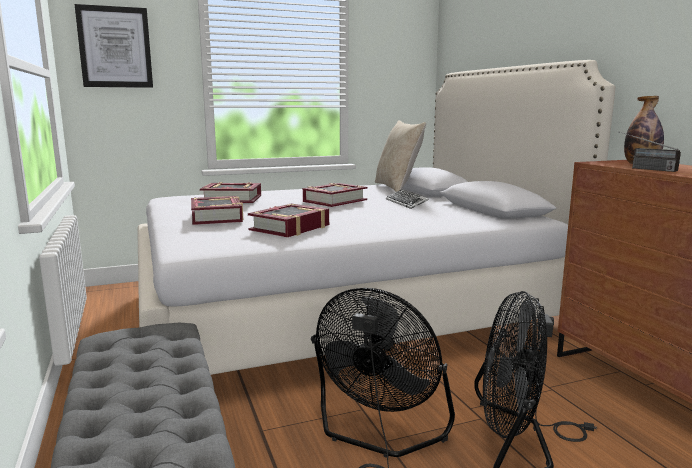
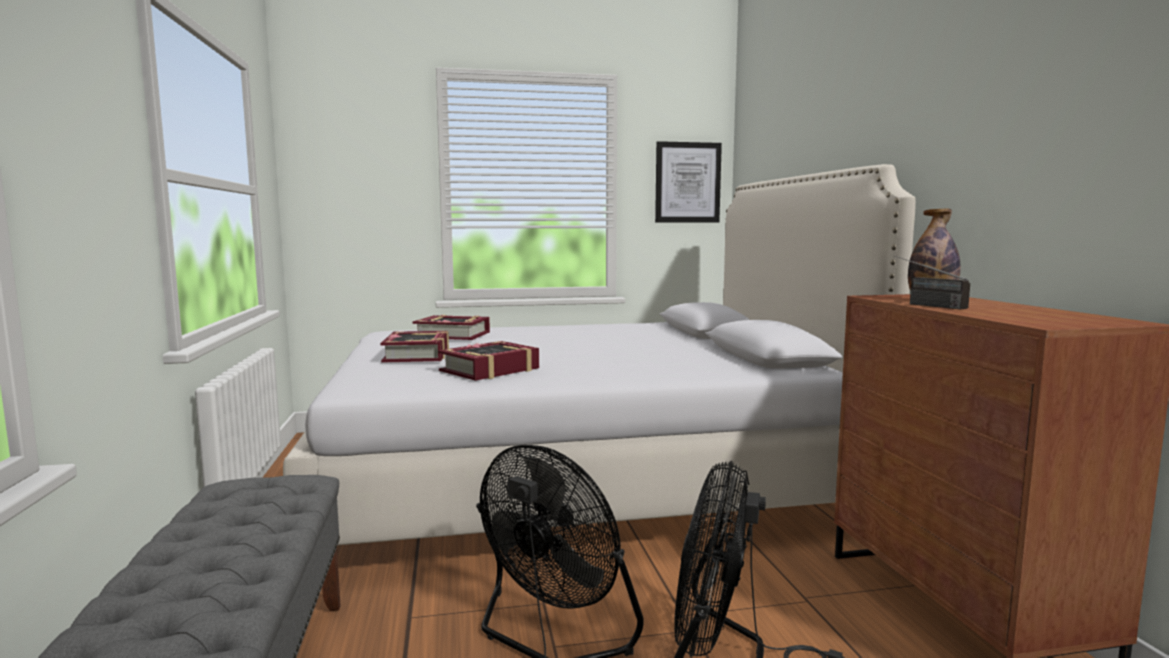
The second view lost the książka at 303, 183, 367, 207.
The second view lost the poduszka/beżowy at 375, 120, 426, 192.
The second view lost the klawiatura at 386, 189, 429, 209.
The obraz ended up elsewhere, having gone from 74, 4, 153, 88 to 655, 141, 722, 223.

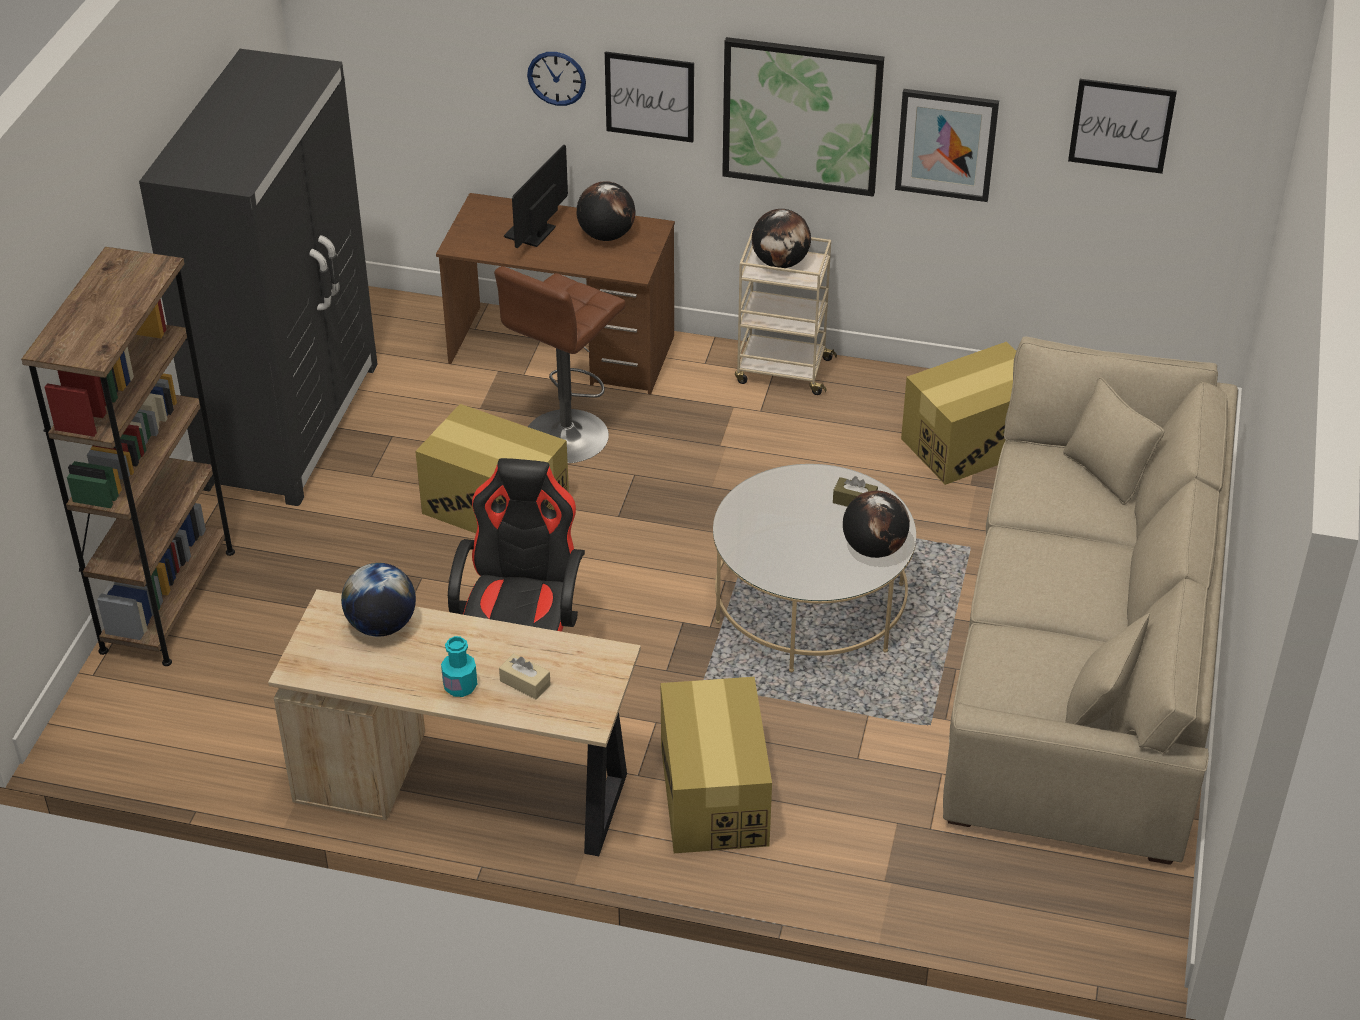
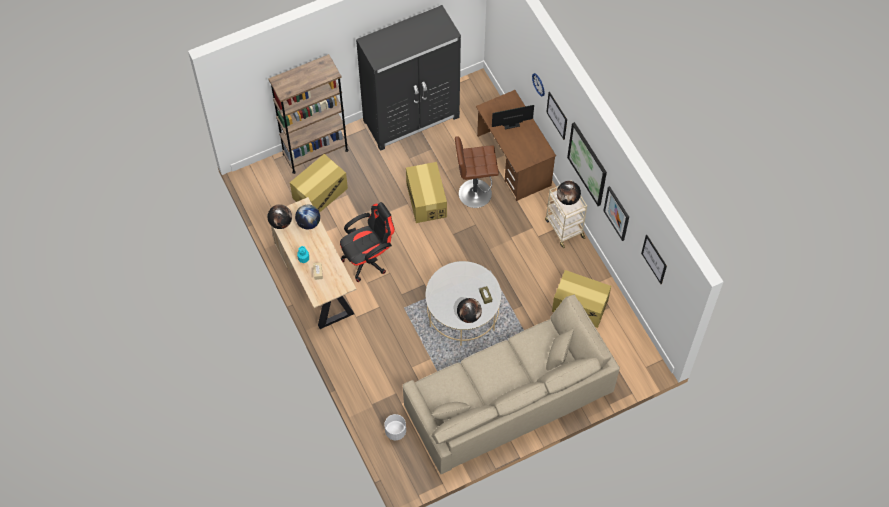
The second view gained the donica/biały at 384, 414, 406, 440.
The globus ended up elsewhere, having gone from 577, 181, 636, 241 to 268, 204, 292, 229.
The karton ended up elsewhere, having gone from 661, 677, 772, 853 to 290, 154, 348, 213.

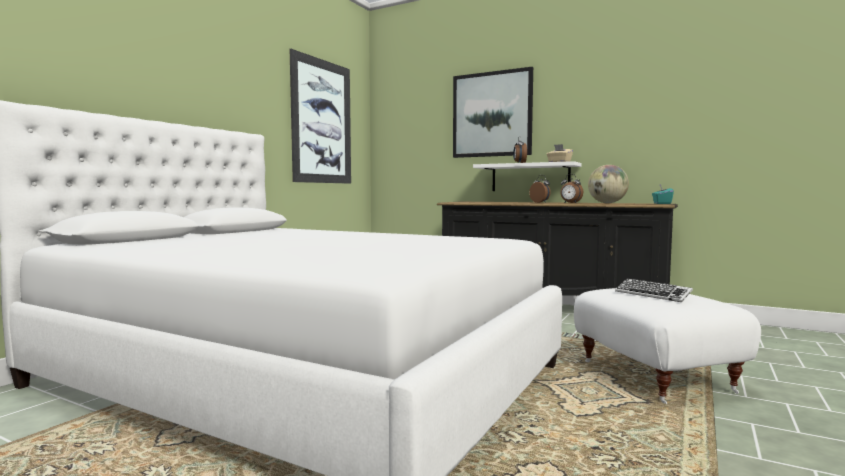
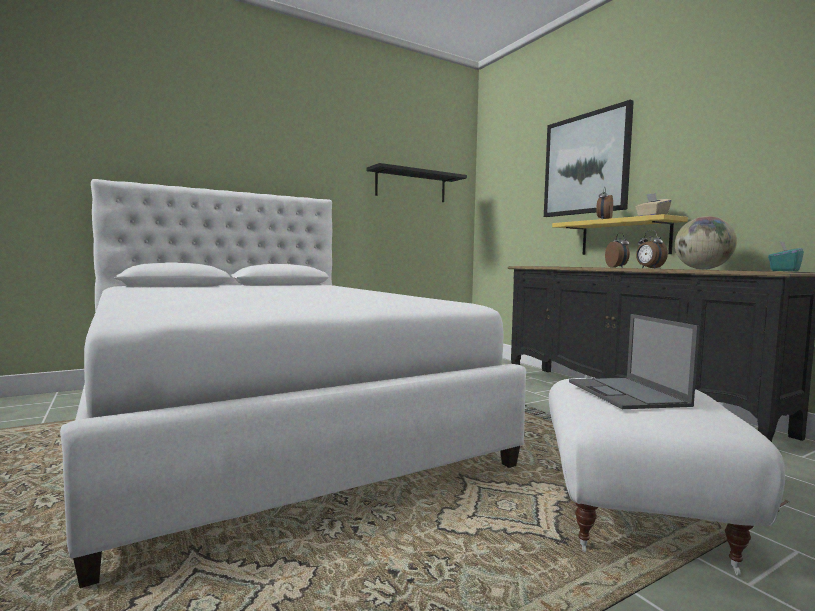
Where the obraz hung at 290, 49, 351, 184, the półka/czarny came to hang at 367, 163, 467, 202.
Where the klawiatura stood at 615, 278, 693, 302, the laptop came to stand at 569, 314, 700, 409.
What was the półka/biały at 473, 161, 582, 191 turned into the półka/żółty at 552, 214, 688, 255.

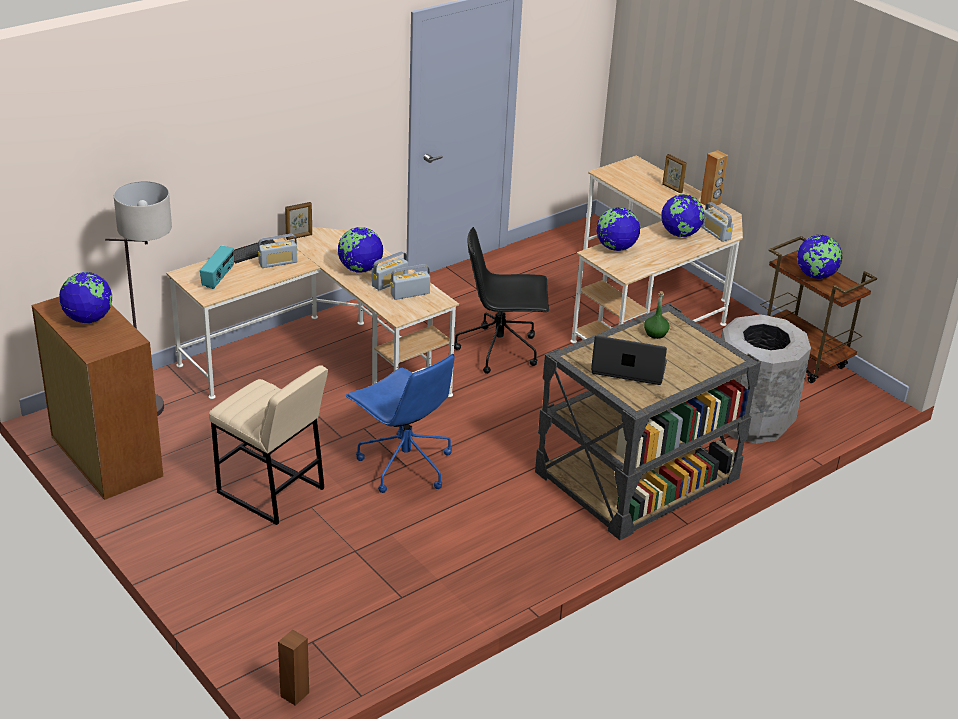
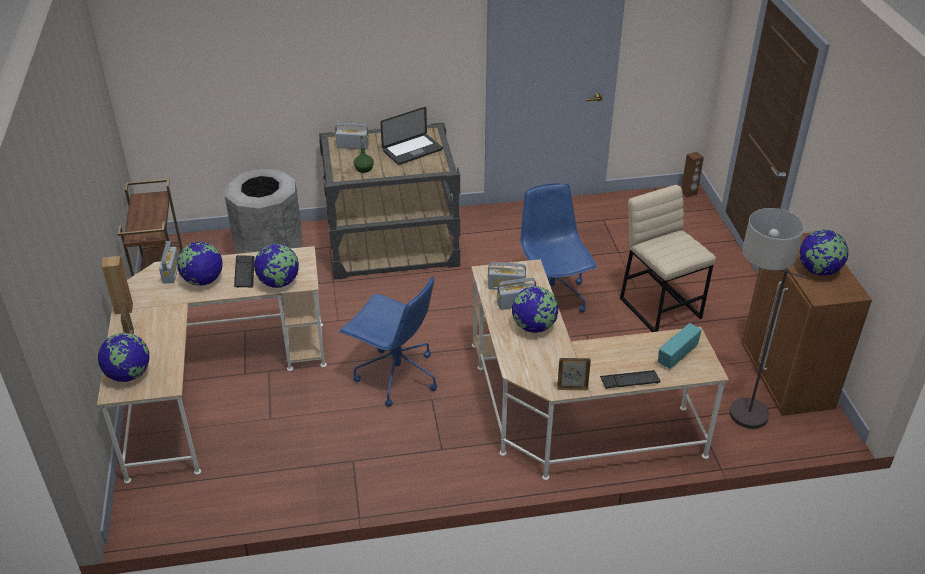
The second view gained the klawiatura at 234, 255, 255, 288.
The radio ended up elsewhere, having gone from 258, 234, 298, 268 to 335, 123, 369, 149.
The globus ended up elsewhere, having gone from 797, 235, 843, 279 to 98, 333, 149, 382.
What was the krzesło biurowe/czarny at 454, 227, 549, 374 turned into the krzesło biurowe/niebieski at 339, 276, 437, 407.
The laptop at 591, 336, 667, 385 ended up facing another way, 75 degrees counterclockwise from before.

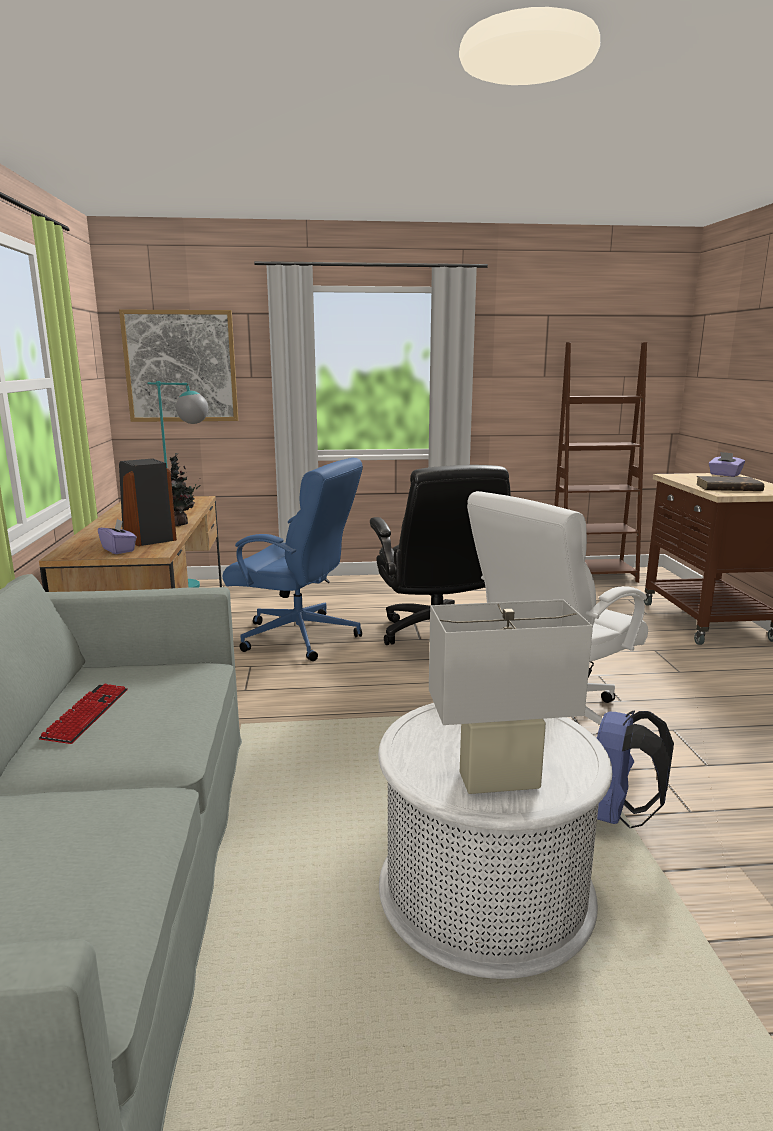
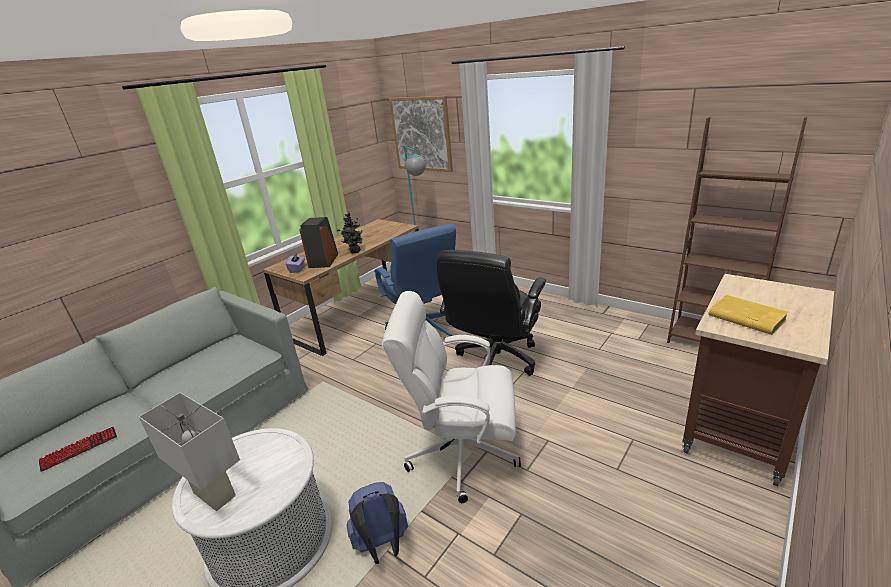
The second view lost the pudełko chusteczek/fioletowy at 709, 452, 745, 477.
The klawiatura ended up elsewhere, having gone from 39, 684, 127, 744 to 39, 427, 117, 472.
What was the książka/brązowy at 696, 476, 764, 491 turned into the książka/żółty at 708, 295, 789, 335.

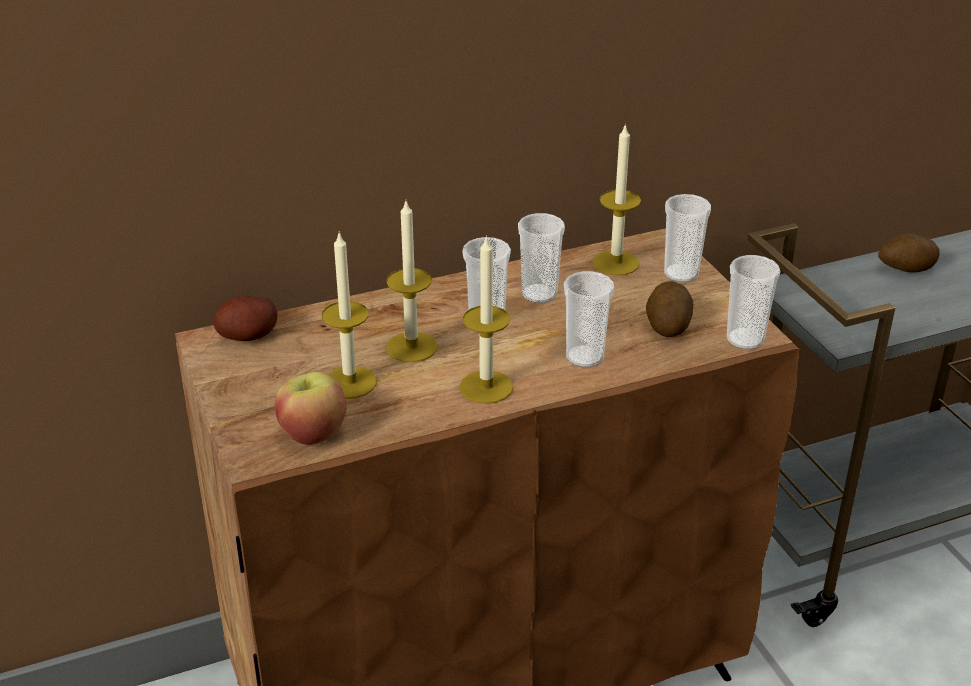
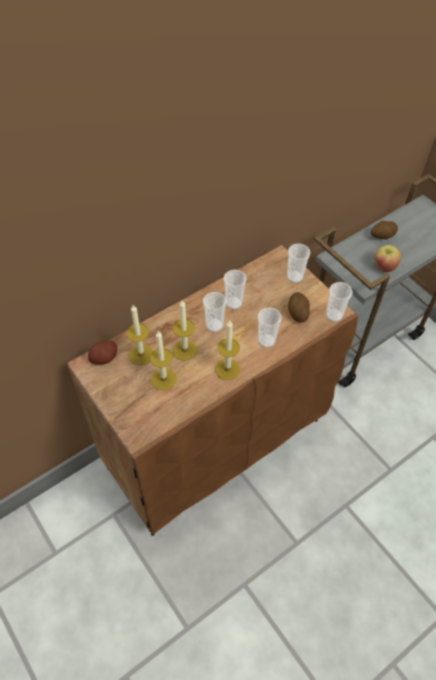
The jabłko ended up elsewhere, having gone from 275, 372, 347, 445 to 374, 245, 401, 272.
The świeca ended up elsewhere, having gone from 593, 123, 641, 276 to 127, 305, 153, 365.

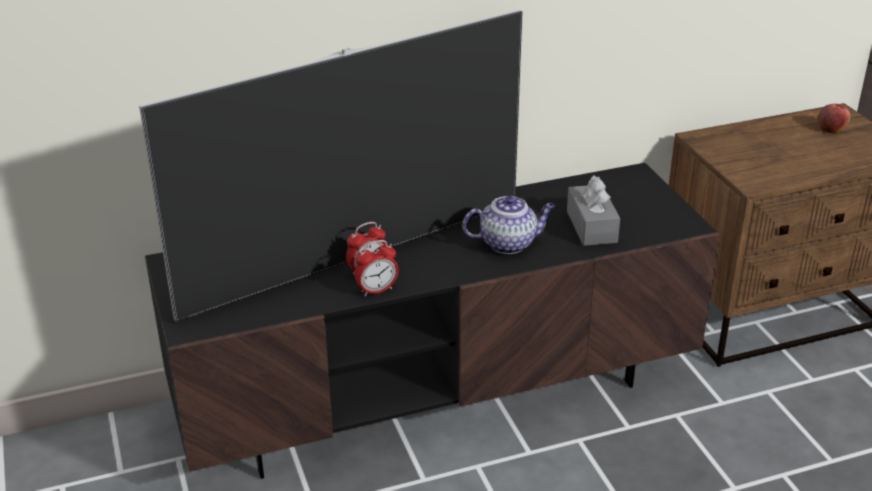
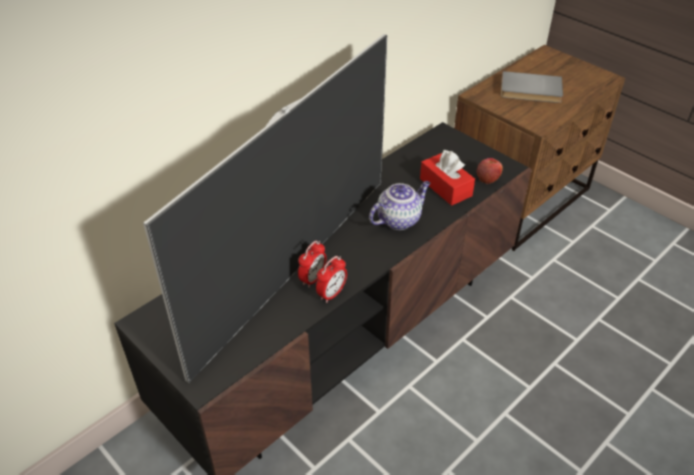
The second view gained the książka/szary at 501, 71, 563, 103.
The jabłko ended up elsewhere, having gone from 818, 104, 850, 133 to 476, 158, 503, 184.
What was the pudełko chusteczek/szary at 567, 175, 620, 246 turned into the pudełko chusteczek/czerwony at 420, 150, 475, 206.

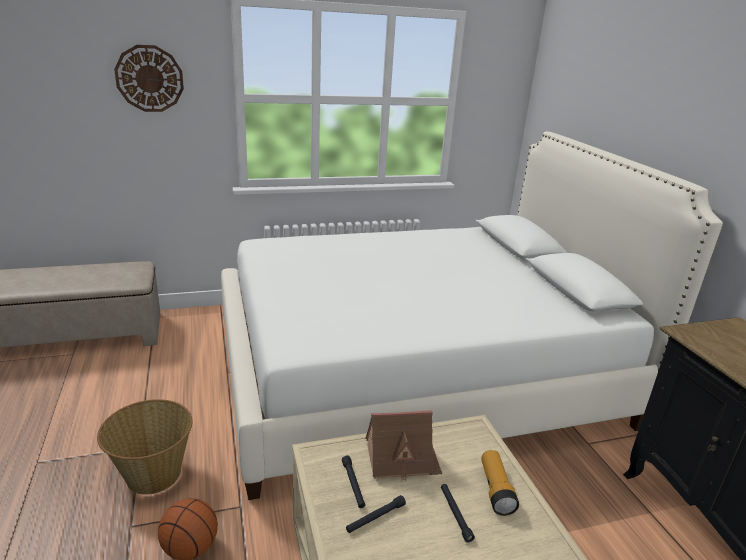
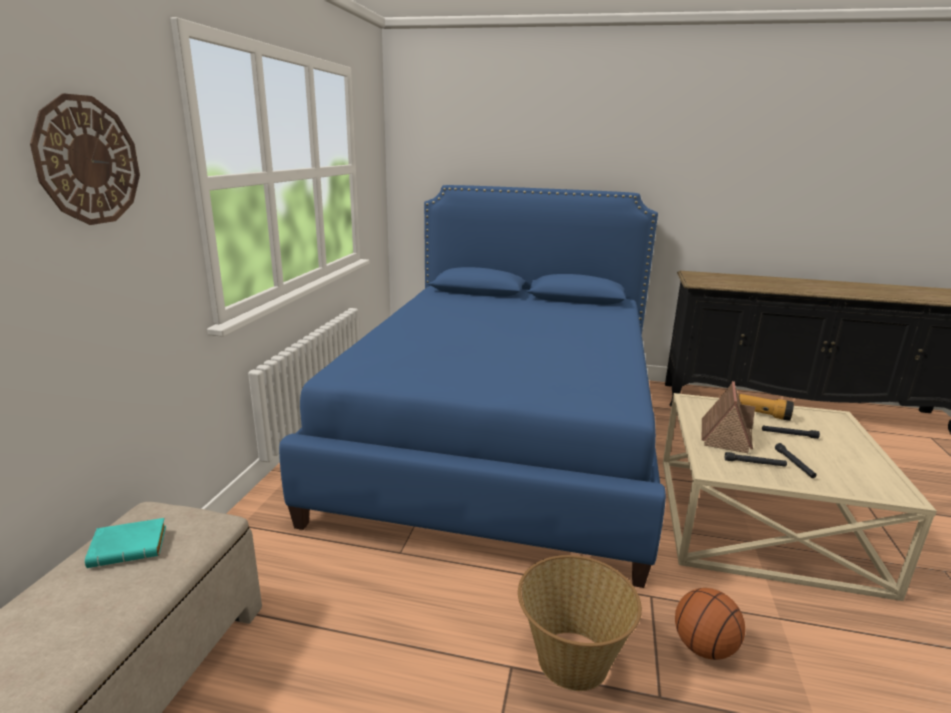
The second view gained the książka/turkusowy at 85, 518, 166, 568.
What was the łóżko/biały at 221, 131, 723, 500 turned into the łóżko/niebieski at 279, 185, 666, 588.

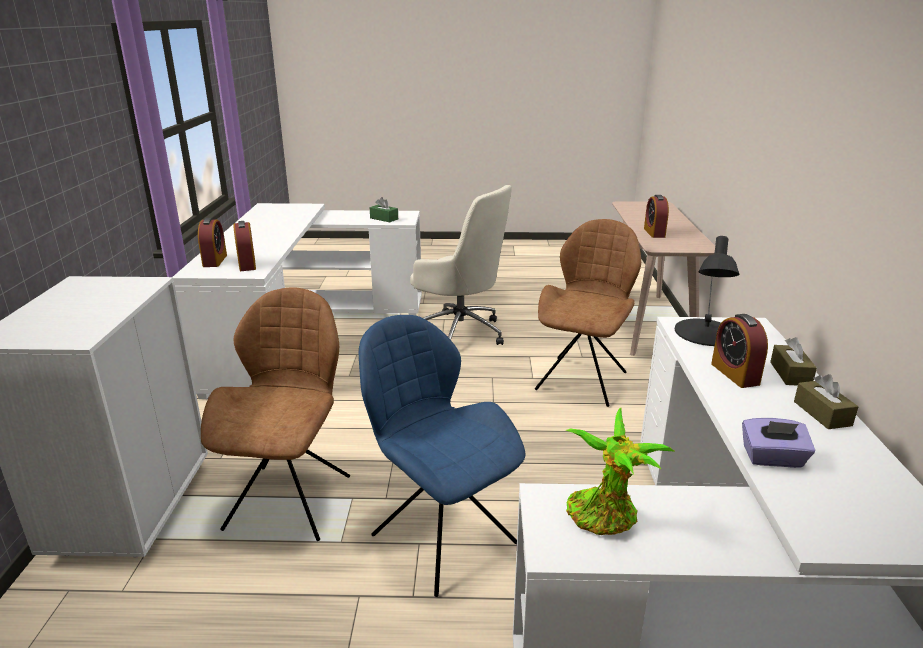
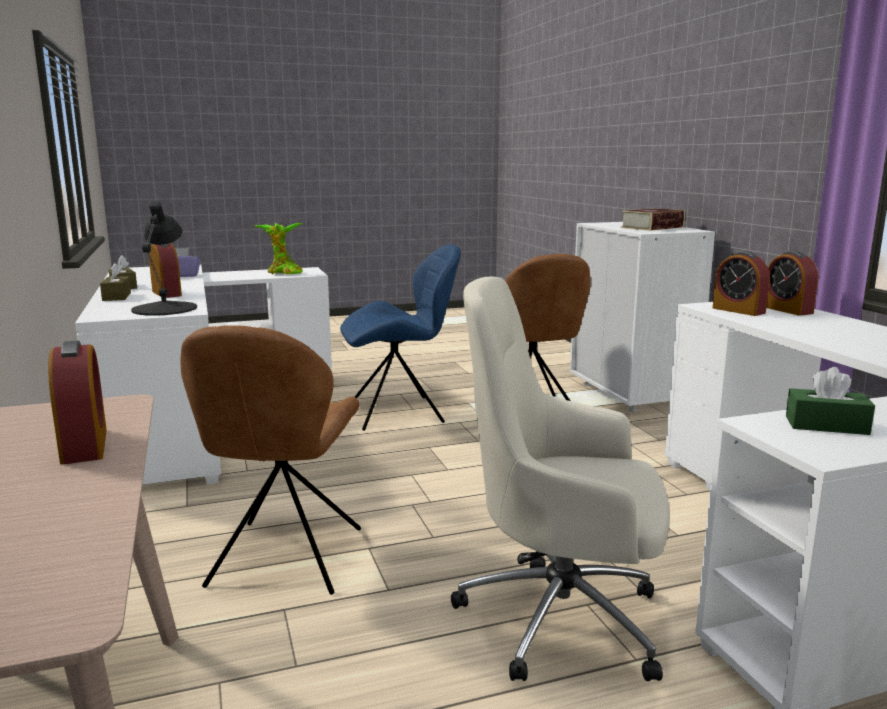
The second view gained the książka at 620, 208, 685, 231.
The krzesło/niebieski at 359, 315, 526, 597 ended up facing another way, 45 degrees counterclockwise from before.

